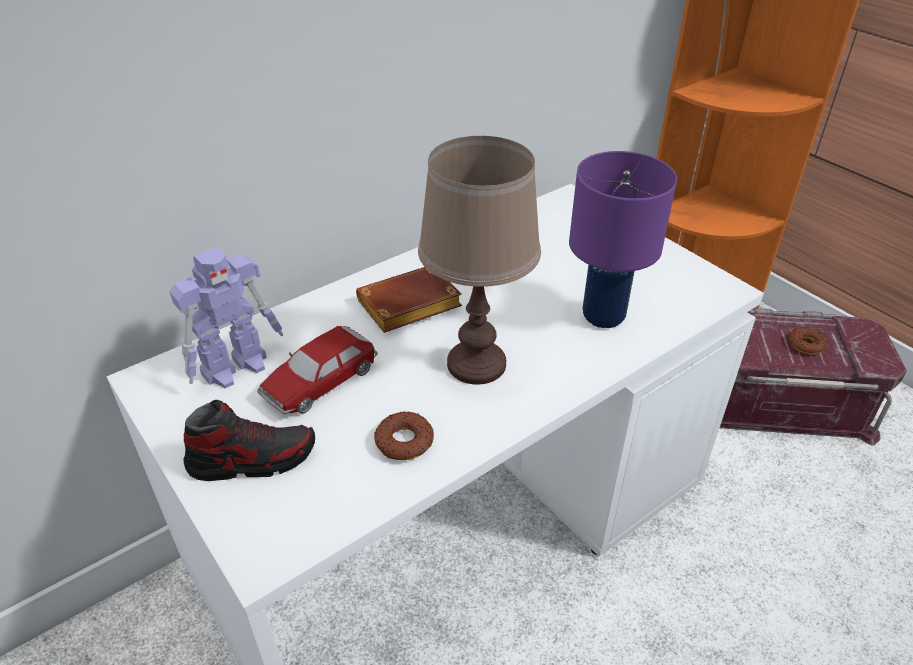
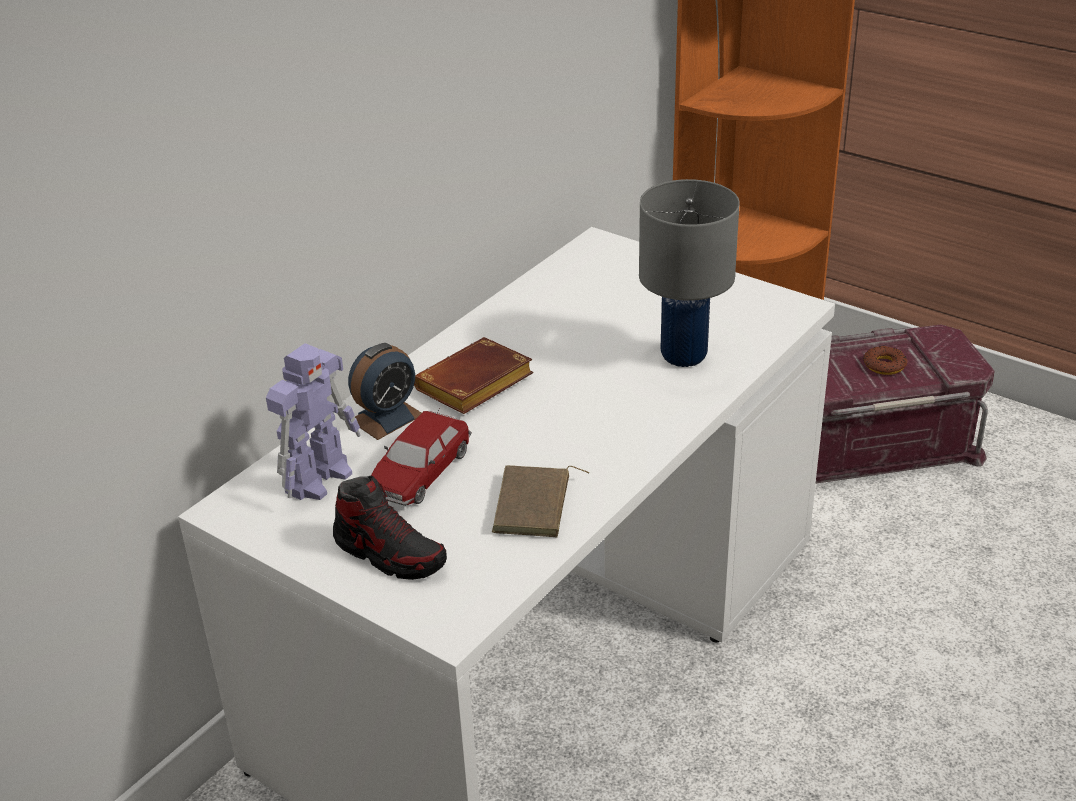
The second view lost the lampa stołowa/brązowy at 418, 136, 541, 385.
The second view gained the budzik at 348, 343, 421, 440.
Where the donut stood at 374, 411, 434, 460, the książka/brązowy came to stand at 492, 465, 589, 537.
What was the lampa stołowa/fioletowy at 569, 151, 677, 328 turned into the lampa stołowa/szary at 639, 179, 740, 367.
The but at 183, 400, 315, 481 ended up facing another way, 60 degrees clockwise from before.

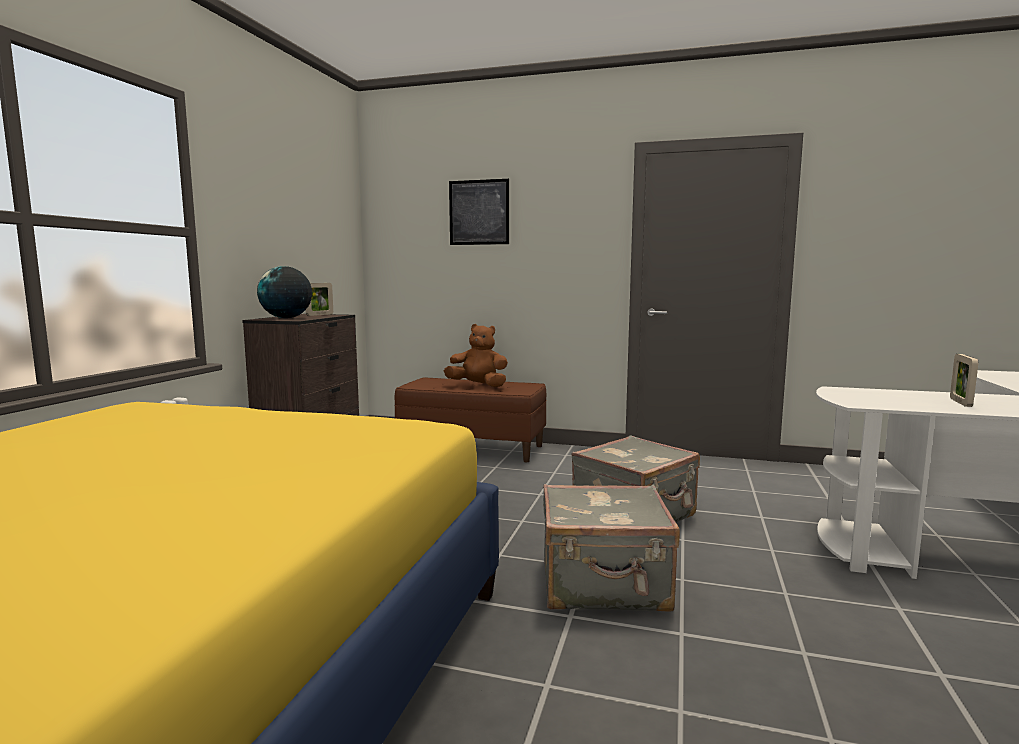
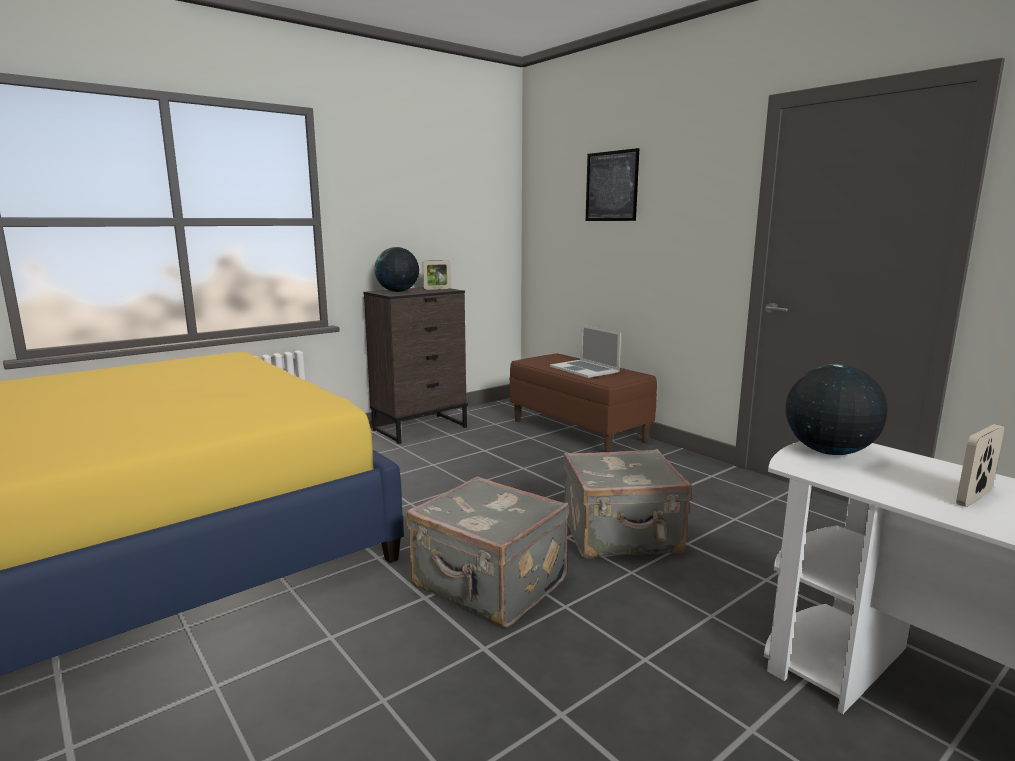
The second view gained the globus at 785, 364, 888, 455.
Where the pluszak/brązowy stood at 444, 324, 508, 387, the laptop came to stand at 550, 325, 621, 378.

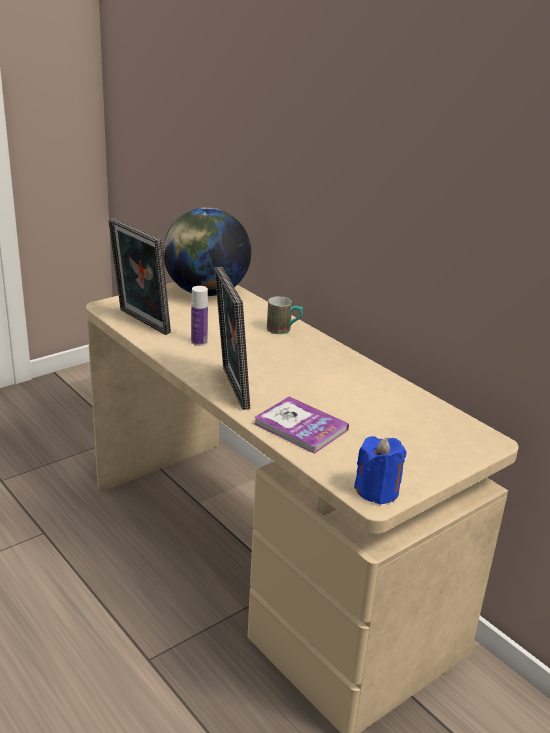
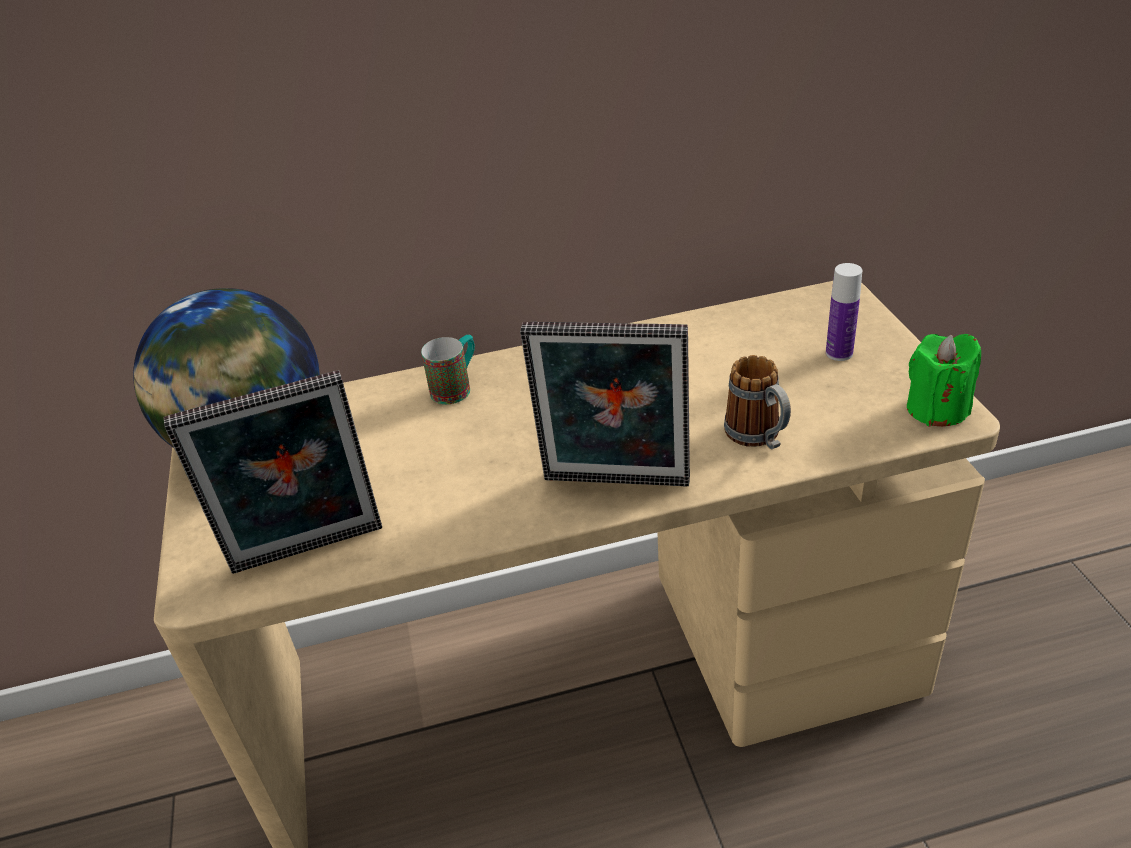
The butelka ended up elsewhere, having gone from 191, 286, 208, 346 to 826, 263, 862, 361.
Where the książka stood at 254, 396, 349, 454, the kubek came to stand at 724, 355, 791, 449.
What was the świeca/niebieski at 354, 436, 406, 505 turned into the świeca/zielony at 907, 334, 981, 427.

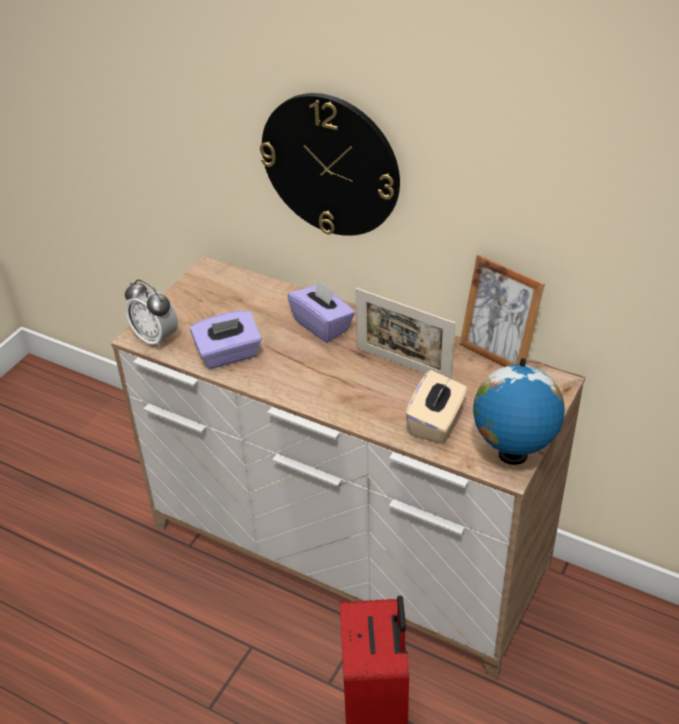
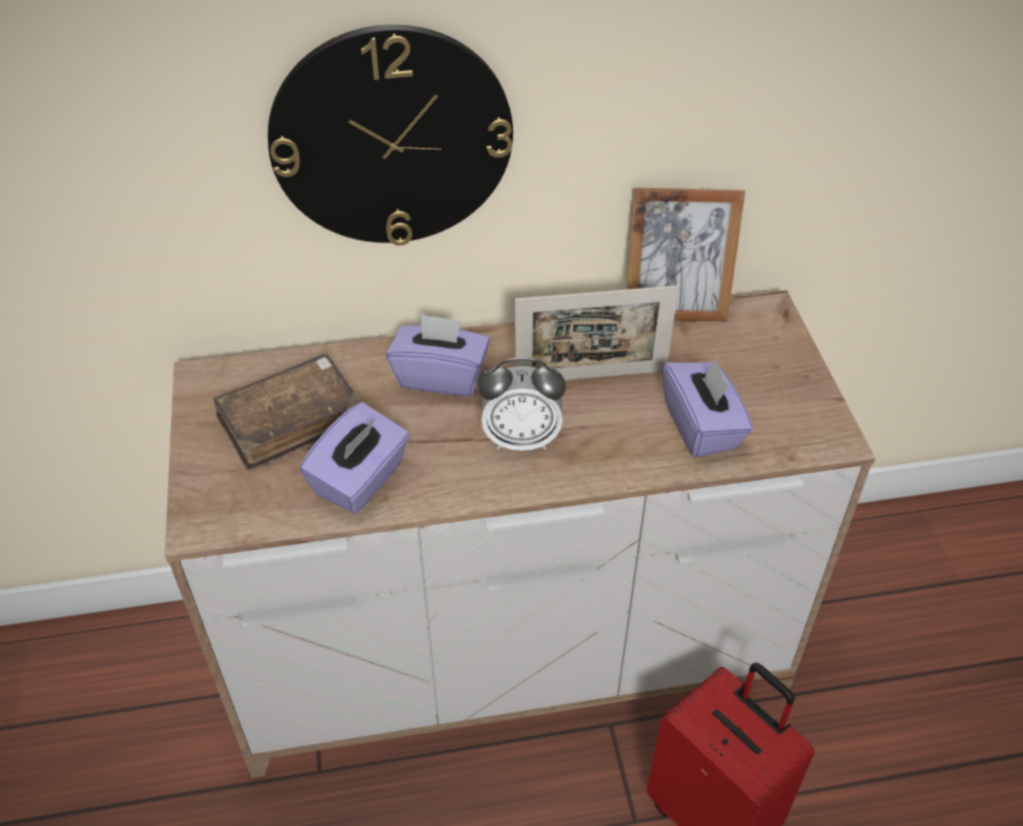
The second view lost the globus at 473, 358, 565, 465.
The second view gained the książka/brązowy at 213, 354, 361, 471.
The budzik ended up elsewhere, having gone from 125, 280, 178, 349 to 478, 358, 566, 451.
What was the pudełko chusteczek/beżowy at 405, 370, 467, 444 turned into the pudełko chusteczek/fioletowy at 663, 358, 753, 457.

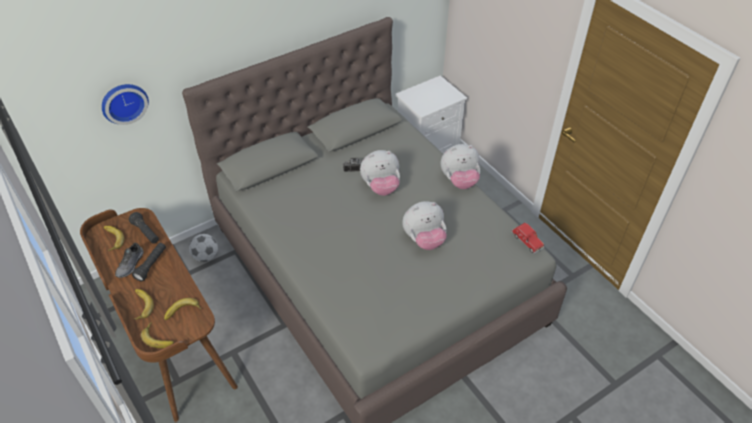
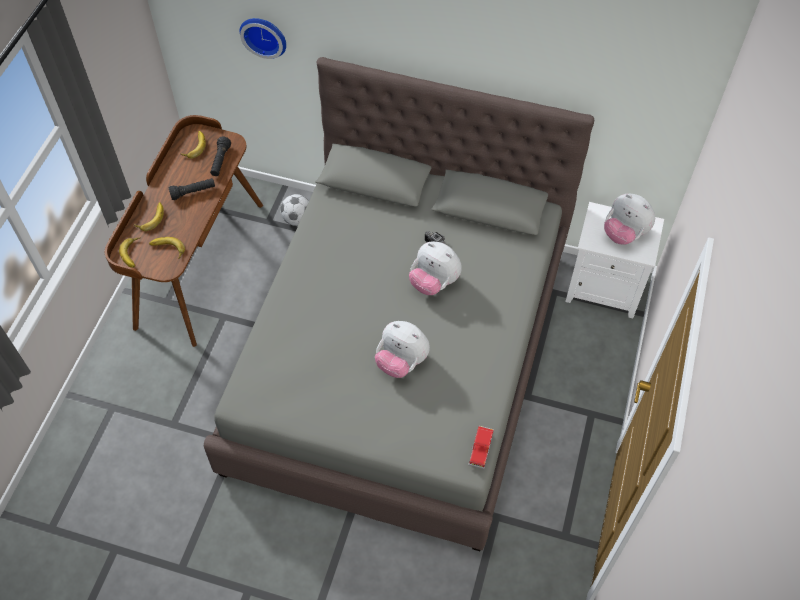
The second view lost the but/szary at 115, 242, 144, 278.
The pluszak ended up elsewhere, having gone from 441, 144, 481, 189 to 604, 194, 655, 244.

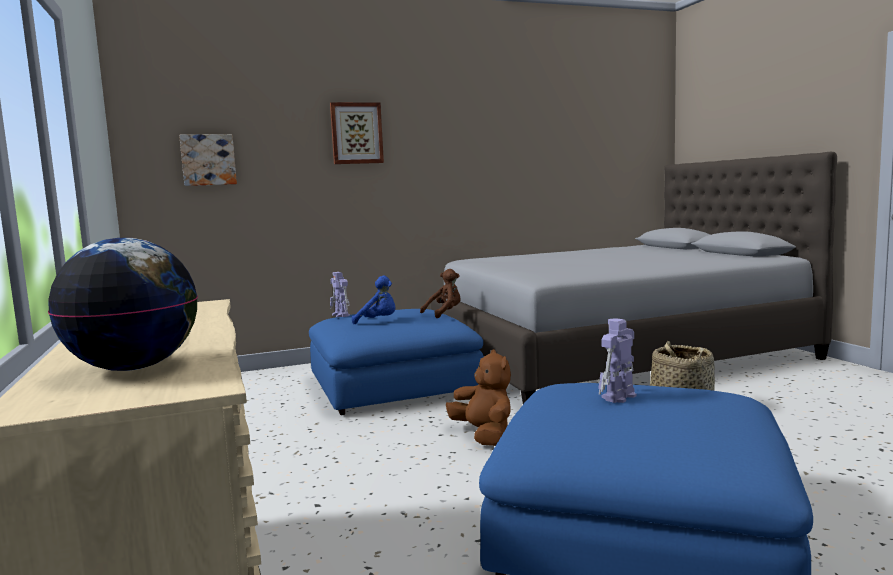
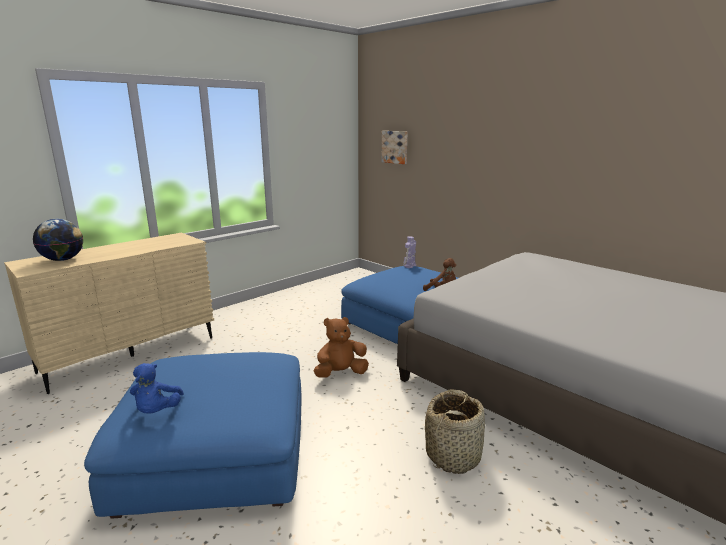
The second view lost the obraz at 330, 102, 384, 164.
The second view lost the robot zabawkowy at 598, 318, 637, 403.
The pluszak/niebieski ended up elsewhere, having gone from 352, 275, 395, 324 to 130, 363, 184, 414.
The pluszak/brązowy at 446, 349, 511, 446 ended up facing another way, 150 degrees counterclockwise from before.

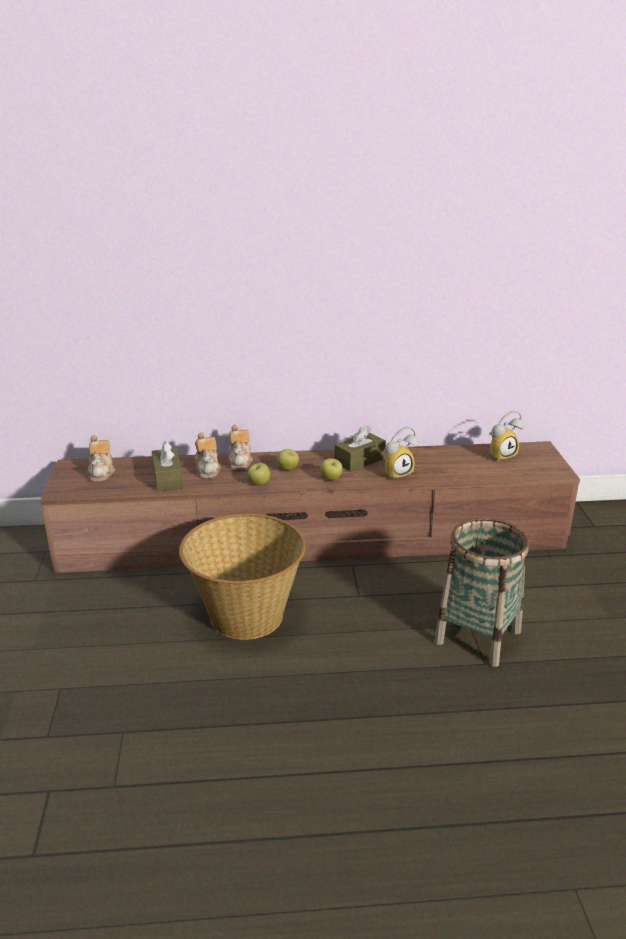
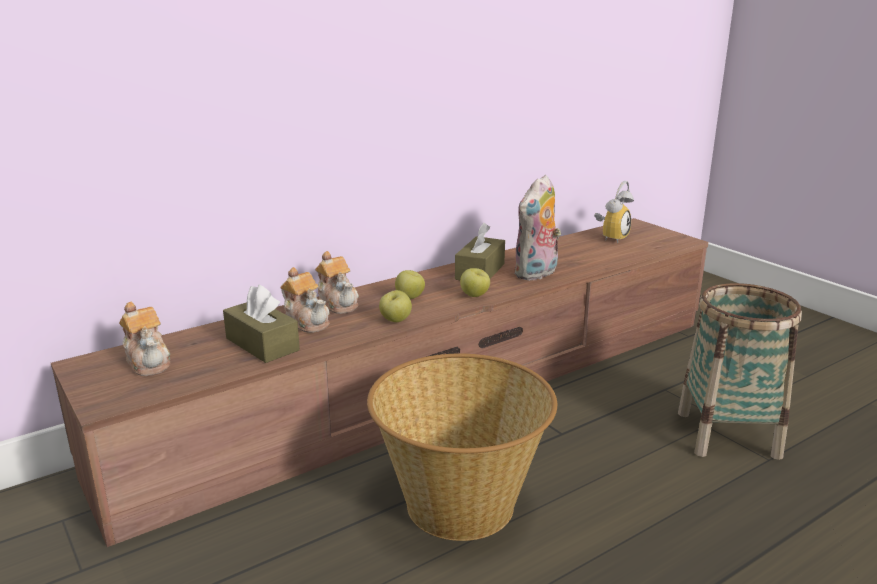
Where the budzik stood at 384, 427, 418, 480, the pluszak came to stand at 514, 175, 561, 281.

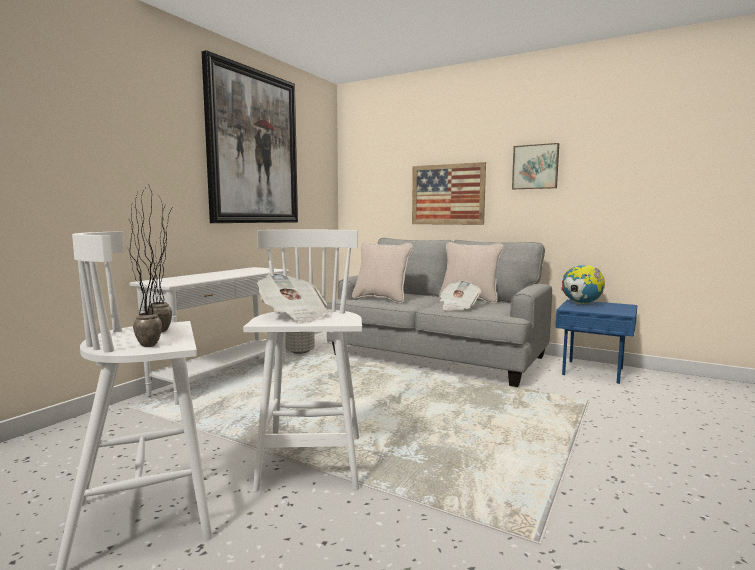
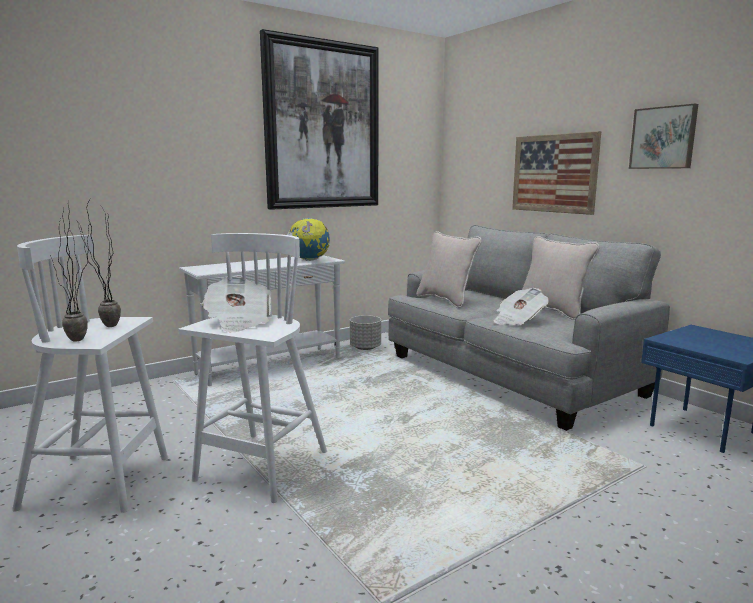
The globus ended up elsewhere, having gone from 561, 265, 605, 304 to 287, 218, 330, 261.

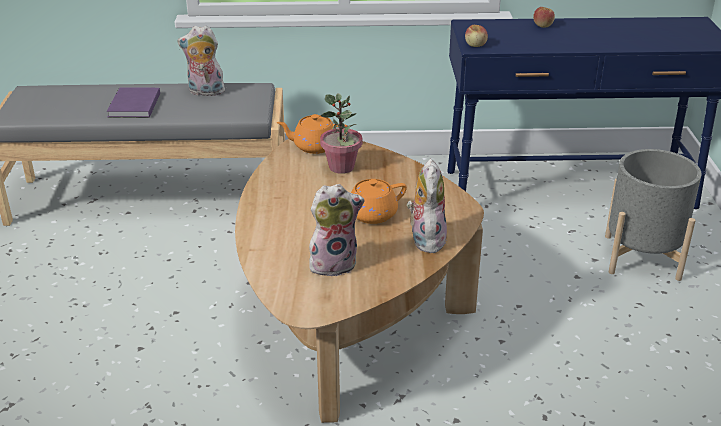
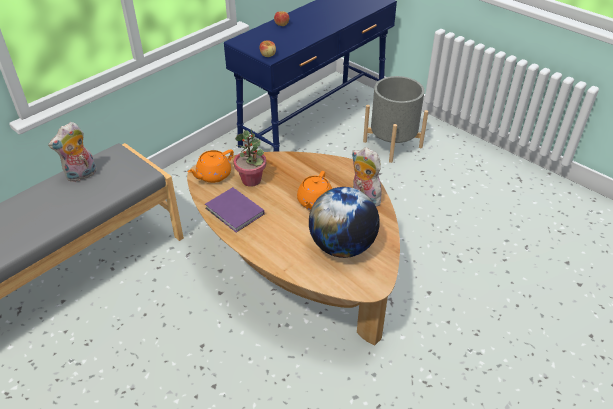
The książka/fioletowy ended up elsewhere, having gone from 107, 88, 160, 118 to 205, 187, 264, 233.
Where the pluszak stood at 309, 184, 365, 276, the globus came to stand at 309, 187, 380, 258.

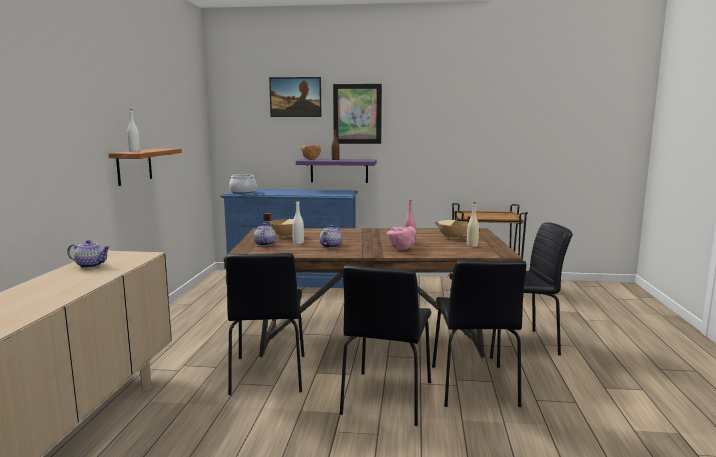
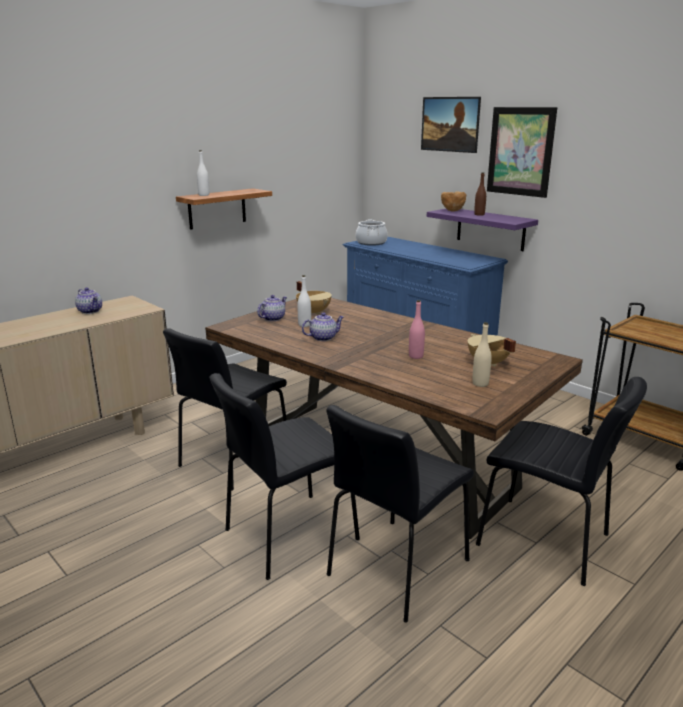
The second view lost the miska/różowy at 386, 226, 416, 250.

